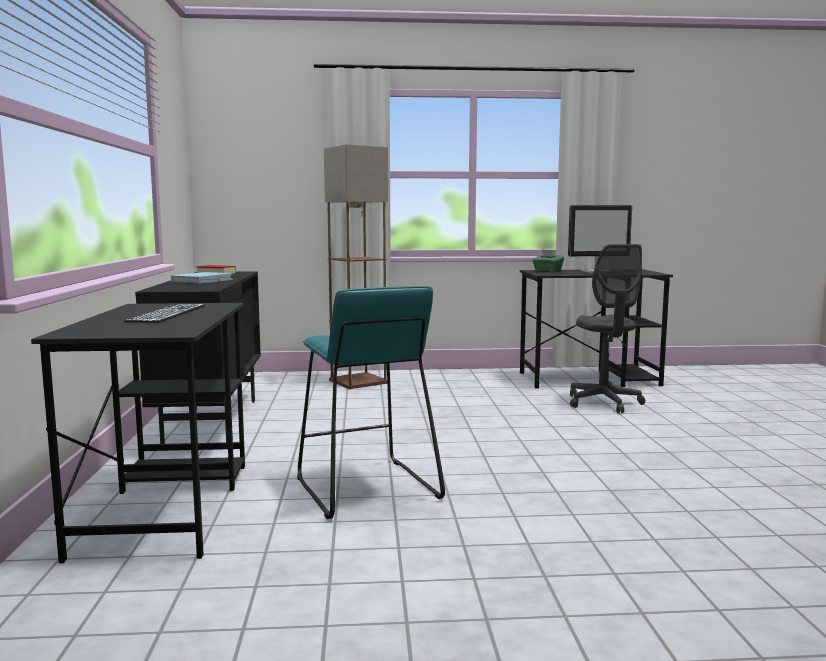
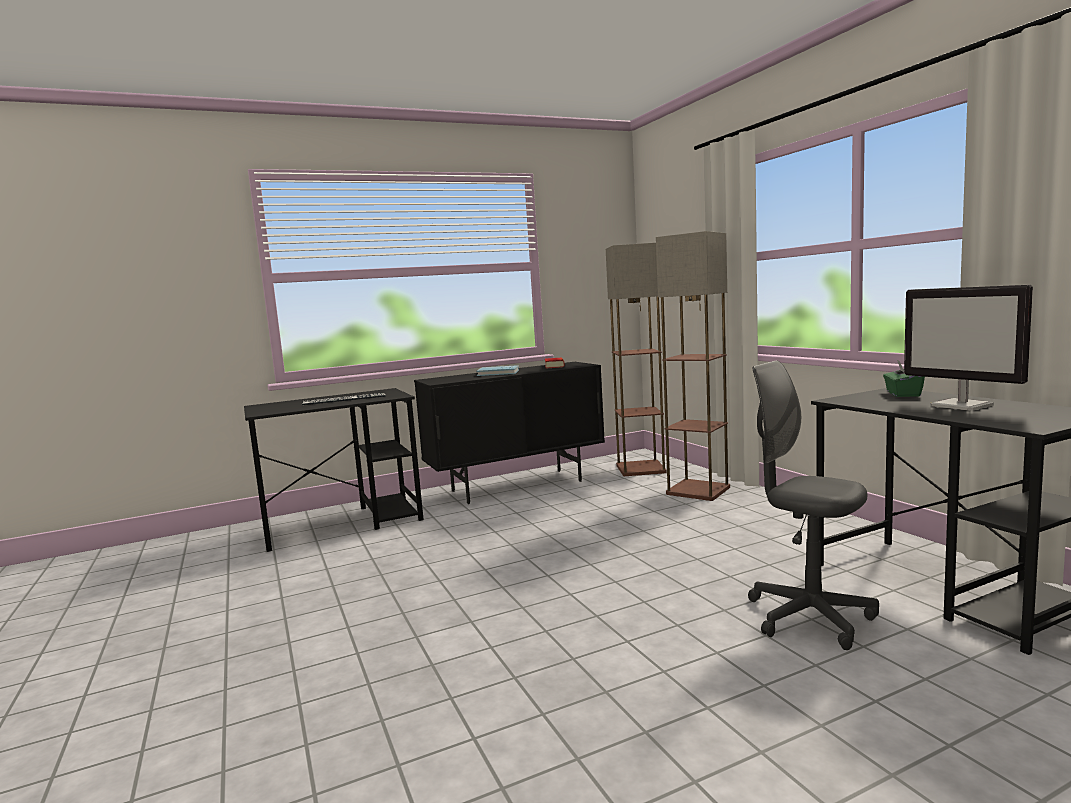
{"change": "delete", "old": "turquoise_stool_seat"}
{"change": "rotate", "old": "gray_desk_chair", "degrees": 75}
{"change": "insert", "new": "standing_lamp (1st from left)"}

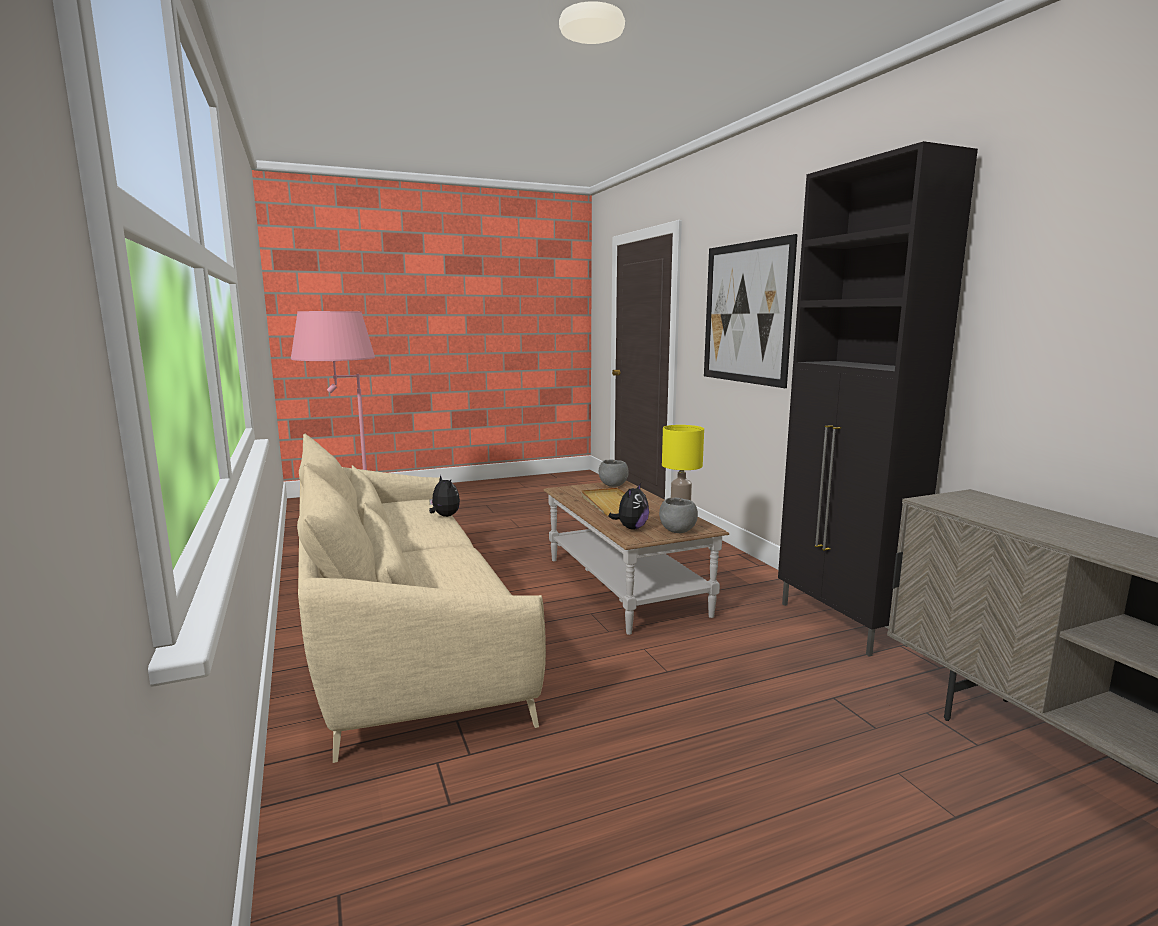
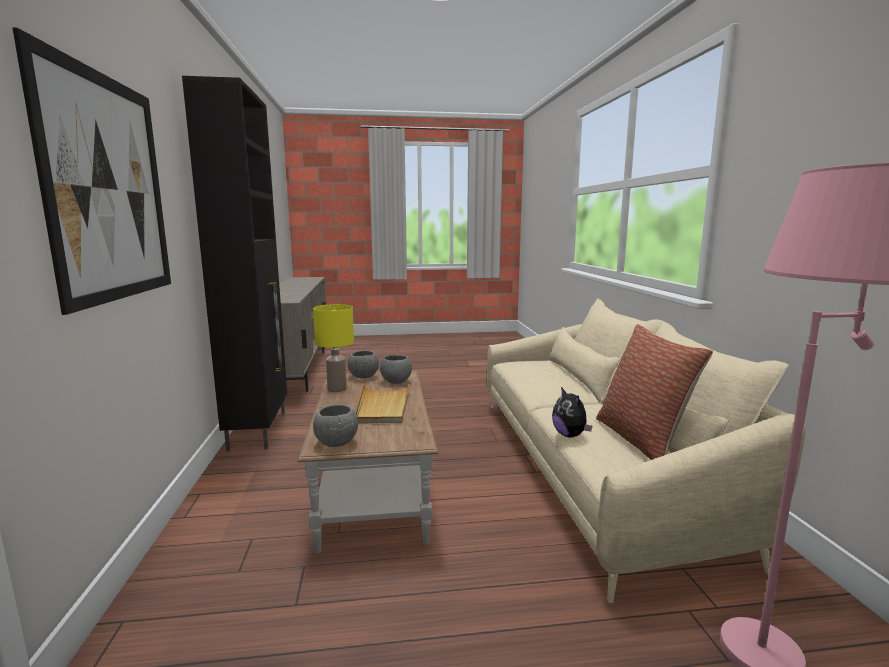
{"change": "replace", "old": "cuddly_toy (2nd from left)", "new": "gray_deep_dish (3rd from left)"}
{"change": "insert", "new": "cushion"}

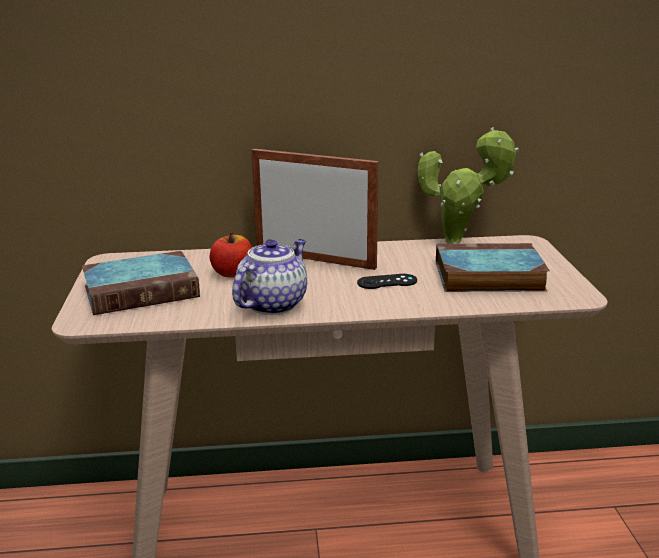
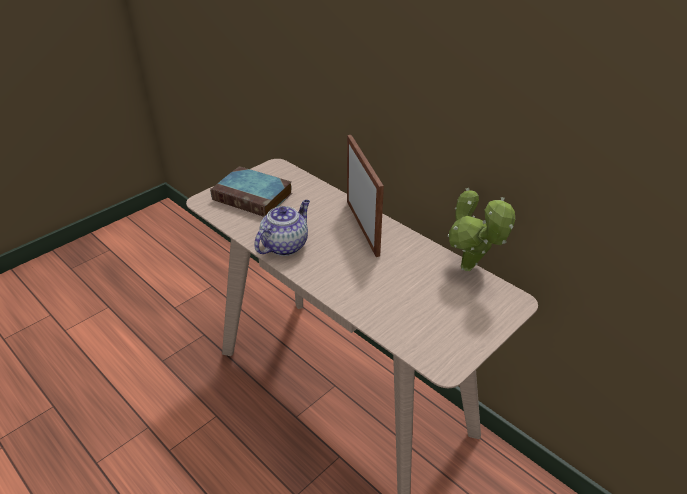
{"change": "delete", "old": "apple"}
{"change": "rotate", "old": "teapot", "degrees": -45}
{"change": "delete", "old": "blackish_joypad"}
{"change": "delete", "old": "book (2nd from left)"}

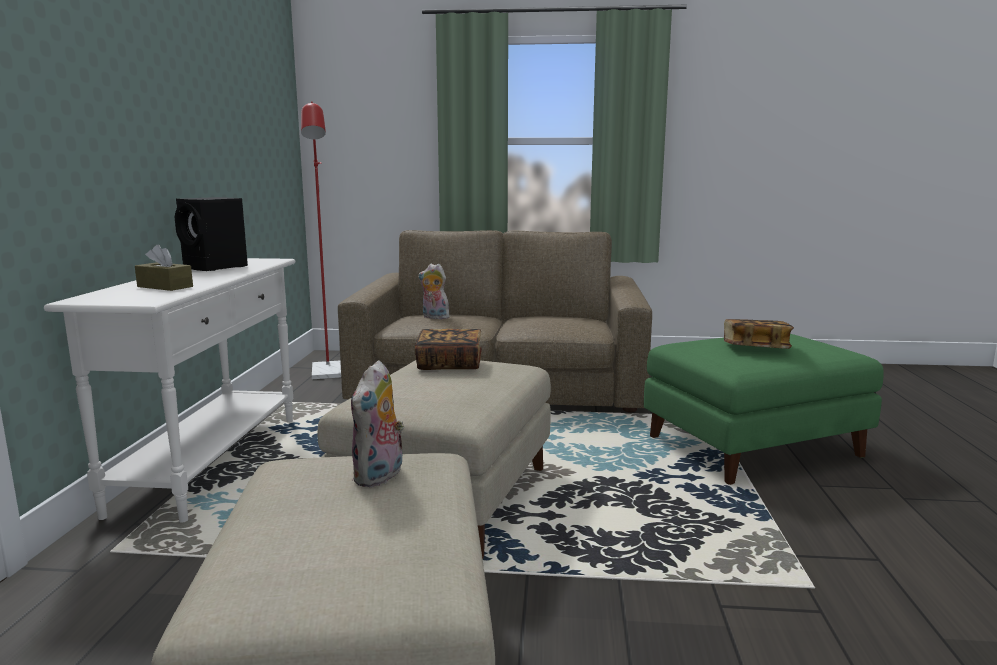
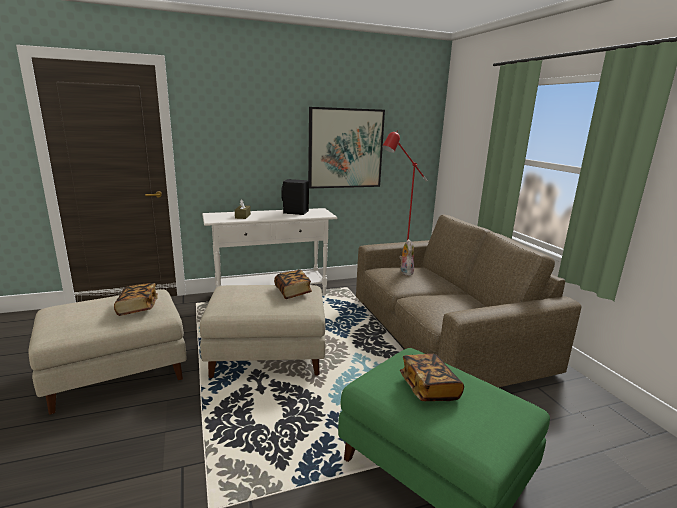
{"change": "replace", "old": "cuddly_toy (1st from left)", "new": "book (1st from left)"}
{"change": "insert", "new": "wall_picture"}

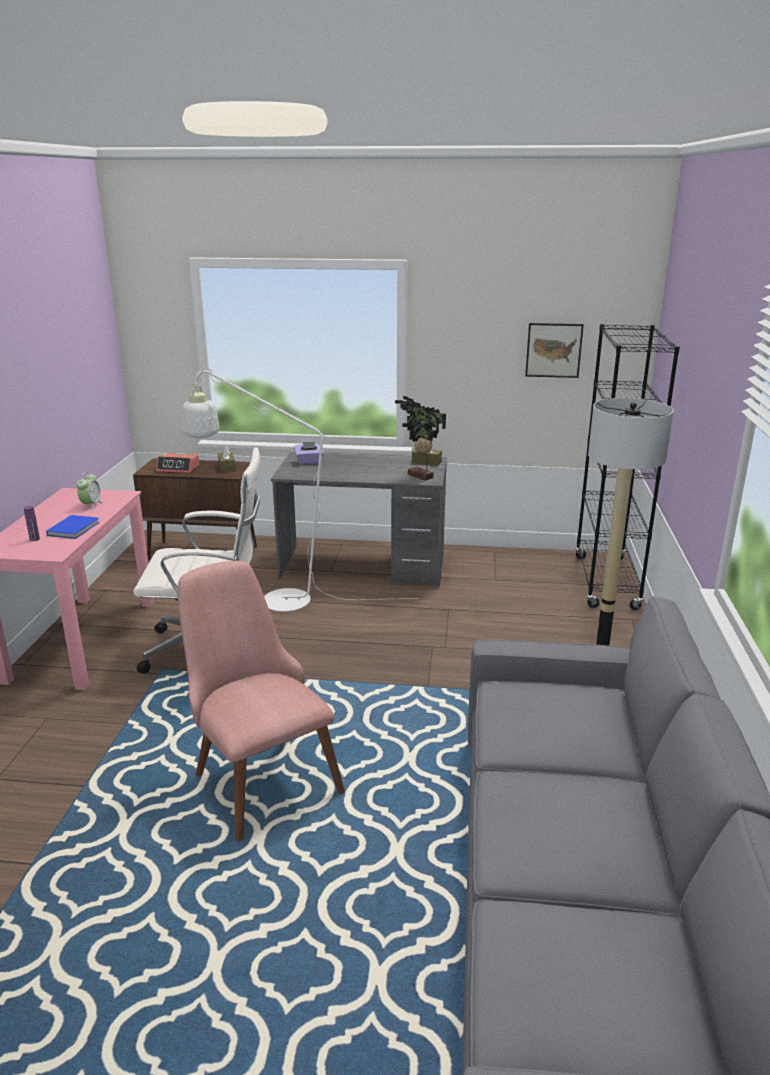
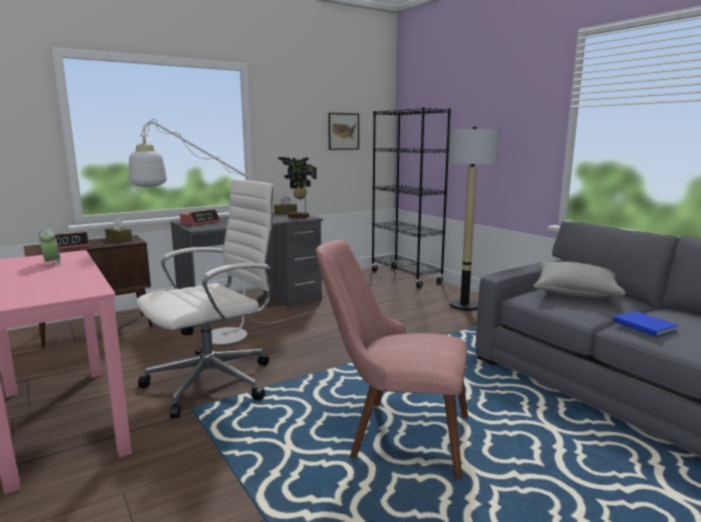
{"change": "delete", "old": "purple-coloured_bottle"}
{"change": "move", "old": "blue-coloured_book"}
{"change": "replace", "old": "purple-coloured_tissue_holder", "new": "bedside_clock (3rd from left)"}
{"change": "insert", "new": "gray_cushion"}

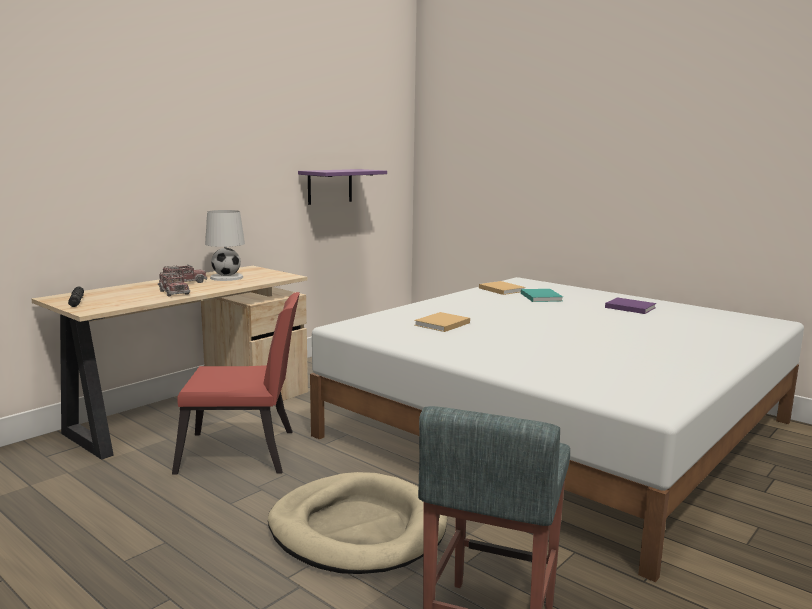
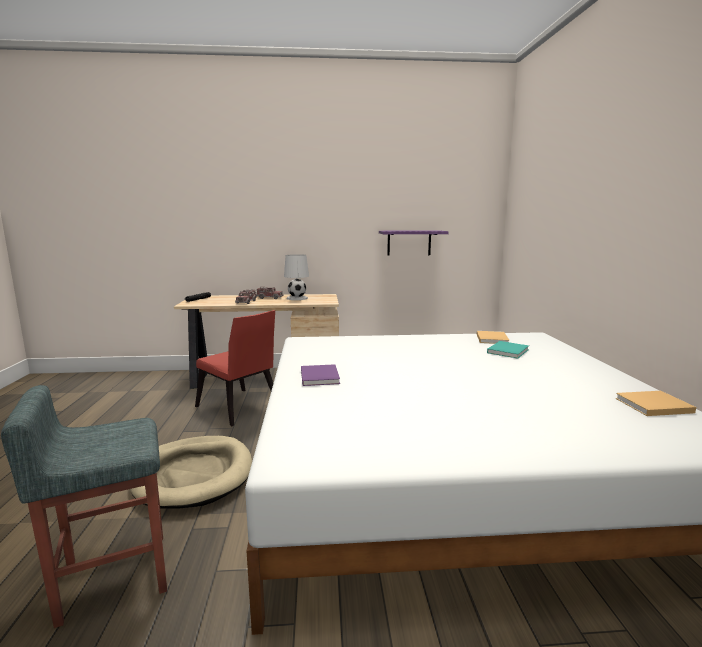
{"change": "move", "old": "sand-coloured_book (1st from left in the first image)", "new": "sand-coloured_book (2nd from left)"}
{"change": "move", "old": "purple-coloured_book"}

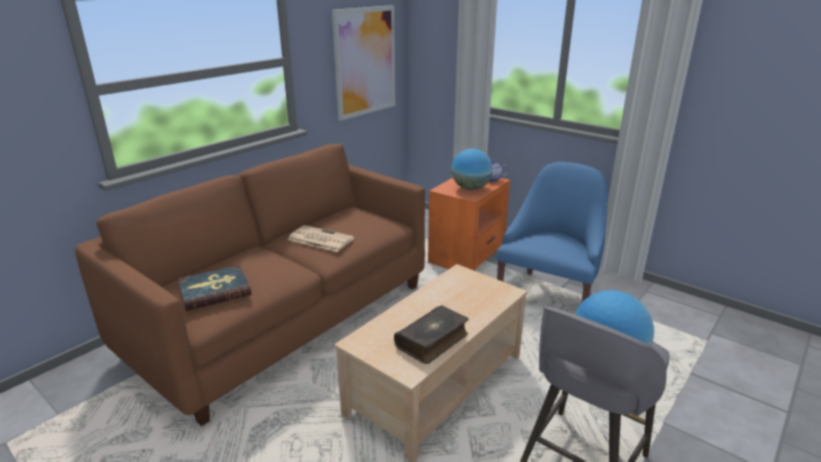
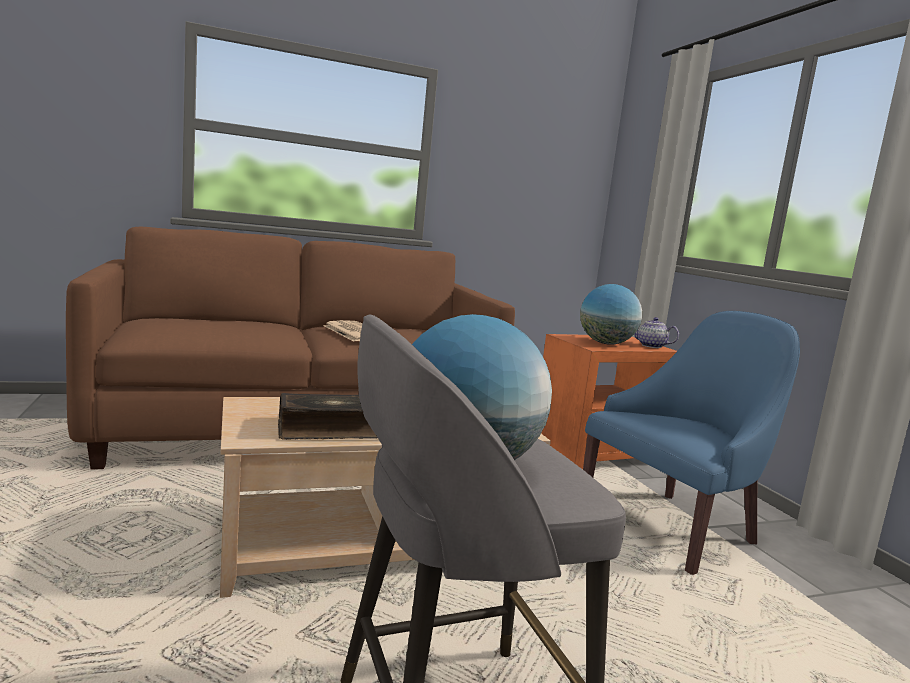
{"change": "delete", "old": "book (1st from left)"}
{"change": "delete", "old": "wall_picture"}

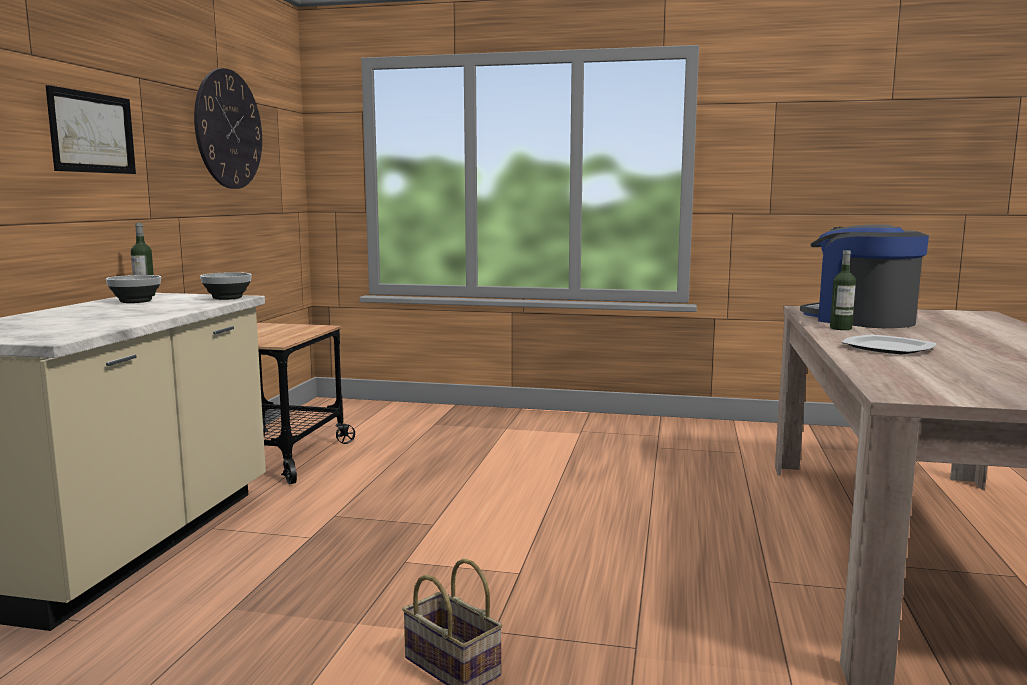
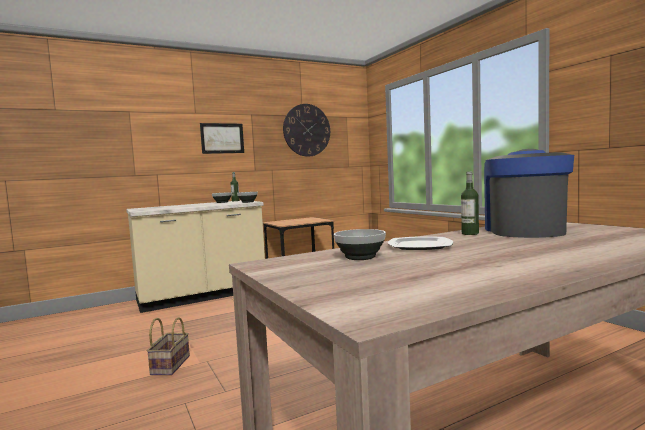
{"change": "insert", "new": "deep_dish (3rd from left)"}

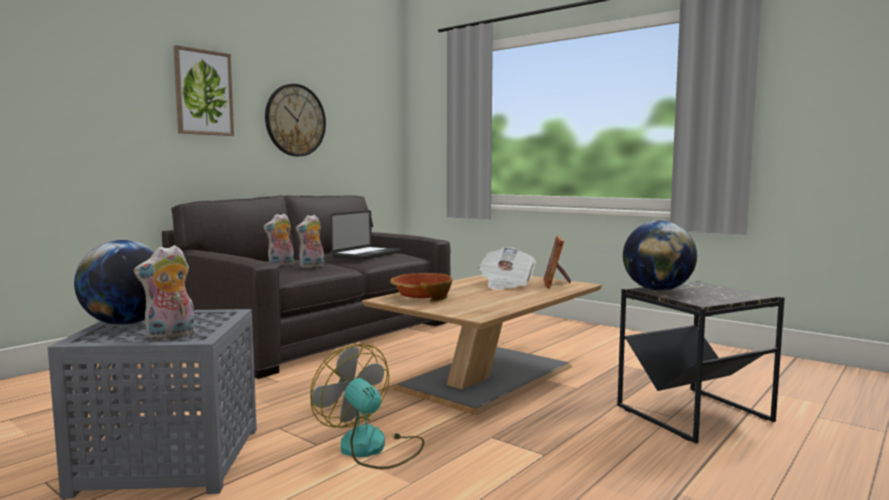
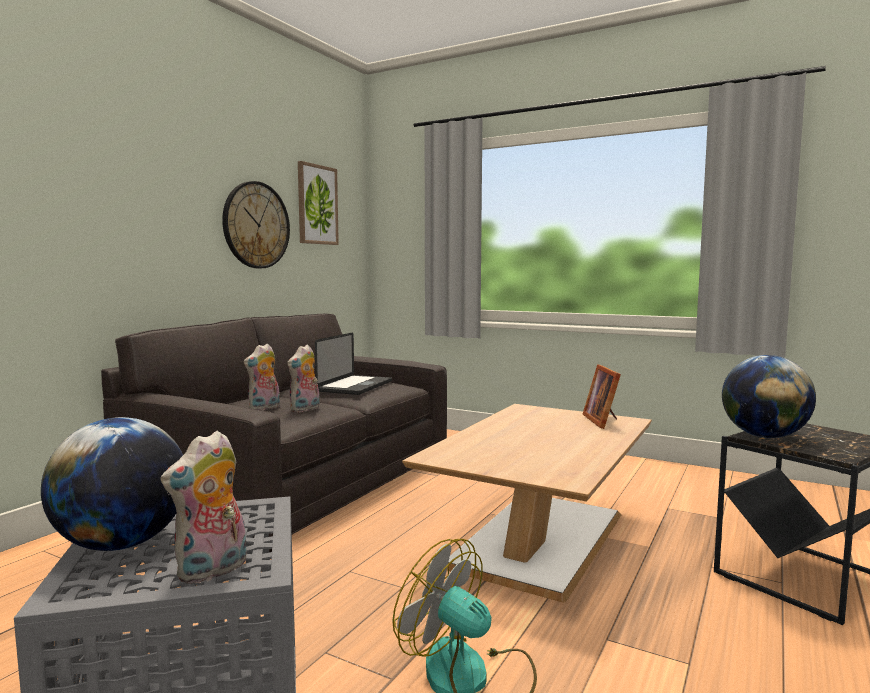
{"change": "move", "old": "wall_picture"}
{"change": "delete", "old": "deep_dish"}
{"change": "delete", "old": "printed_paper"}

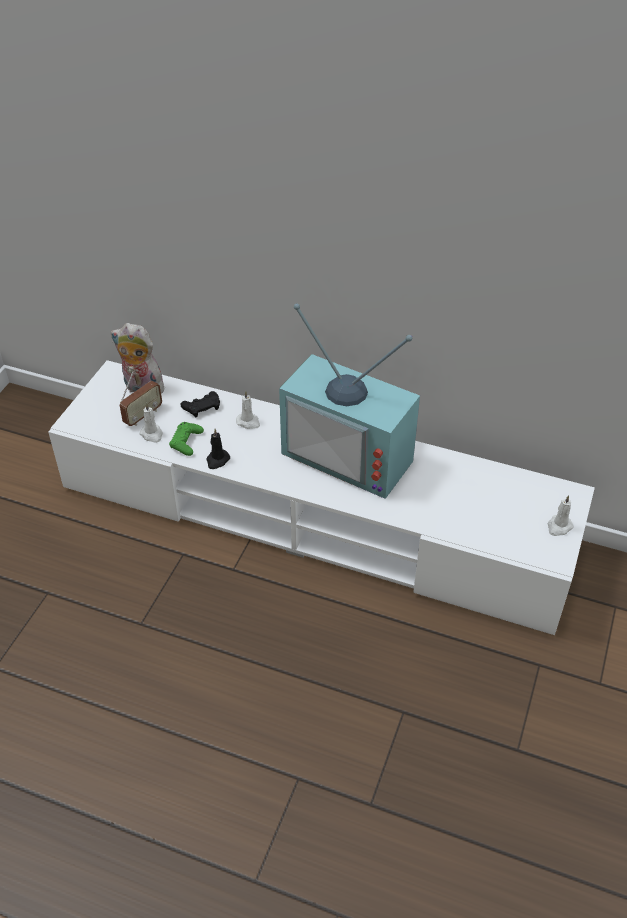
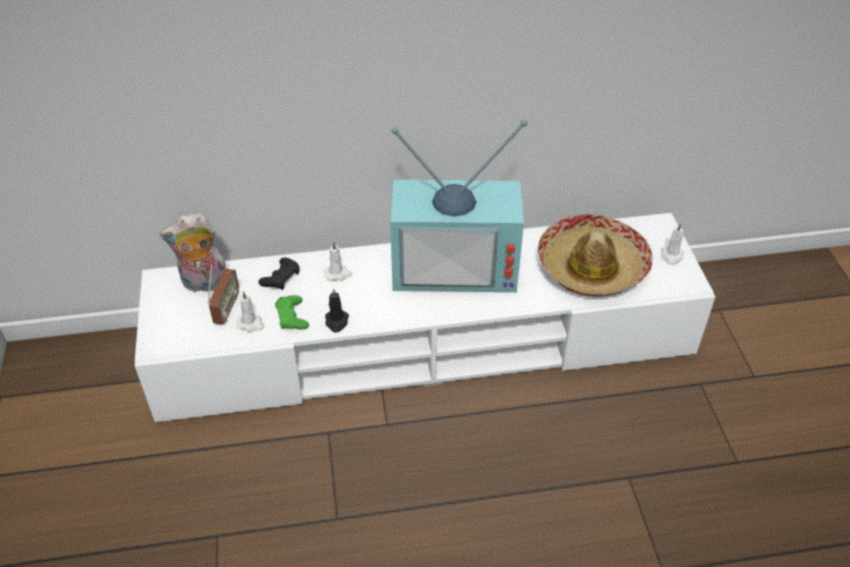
{"change": "insert", "new": "clothing_hat"}

